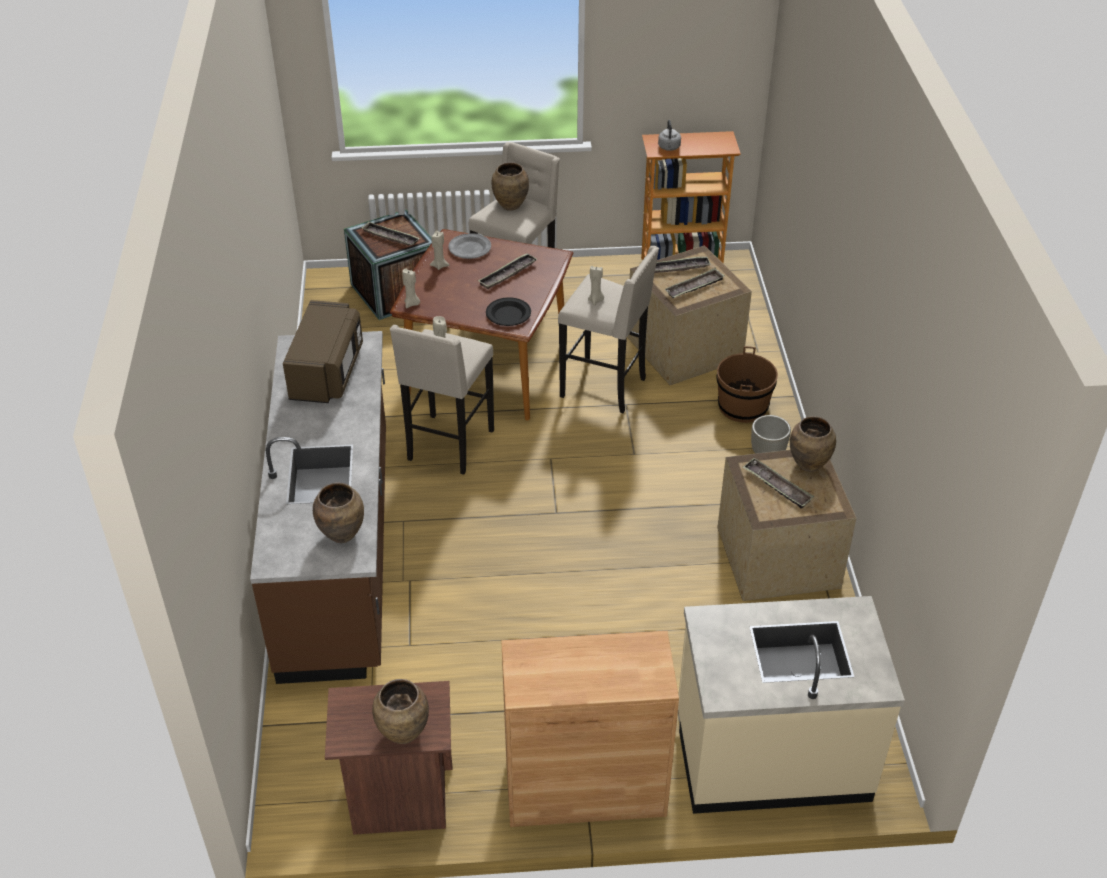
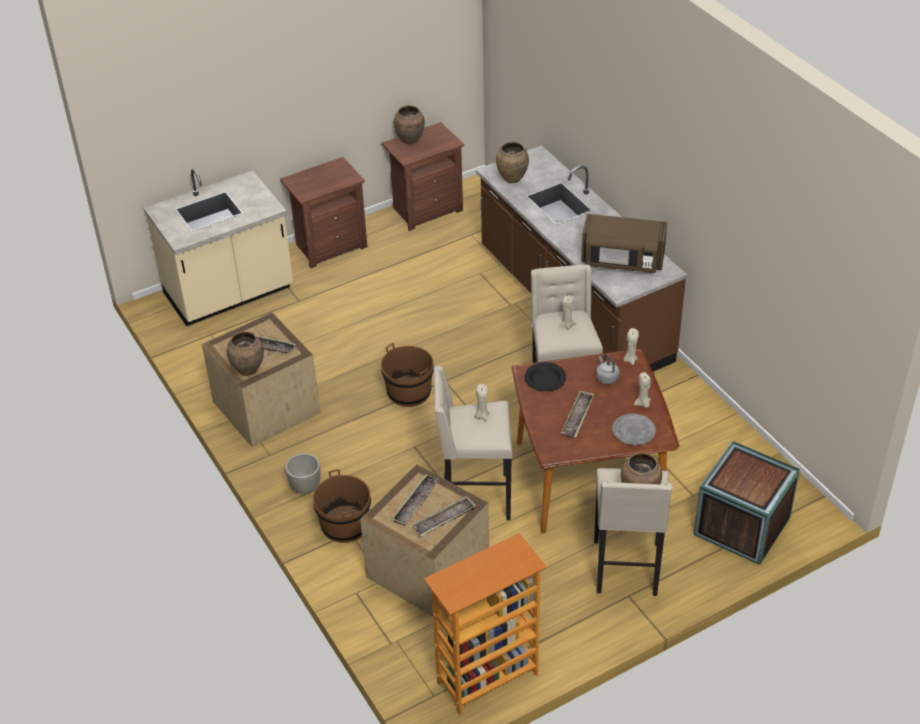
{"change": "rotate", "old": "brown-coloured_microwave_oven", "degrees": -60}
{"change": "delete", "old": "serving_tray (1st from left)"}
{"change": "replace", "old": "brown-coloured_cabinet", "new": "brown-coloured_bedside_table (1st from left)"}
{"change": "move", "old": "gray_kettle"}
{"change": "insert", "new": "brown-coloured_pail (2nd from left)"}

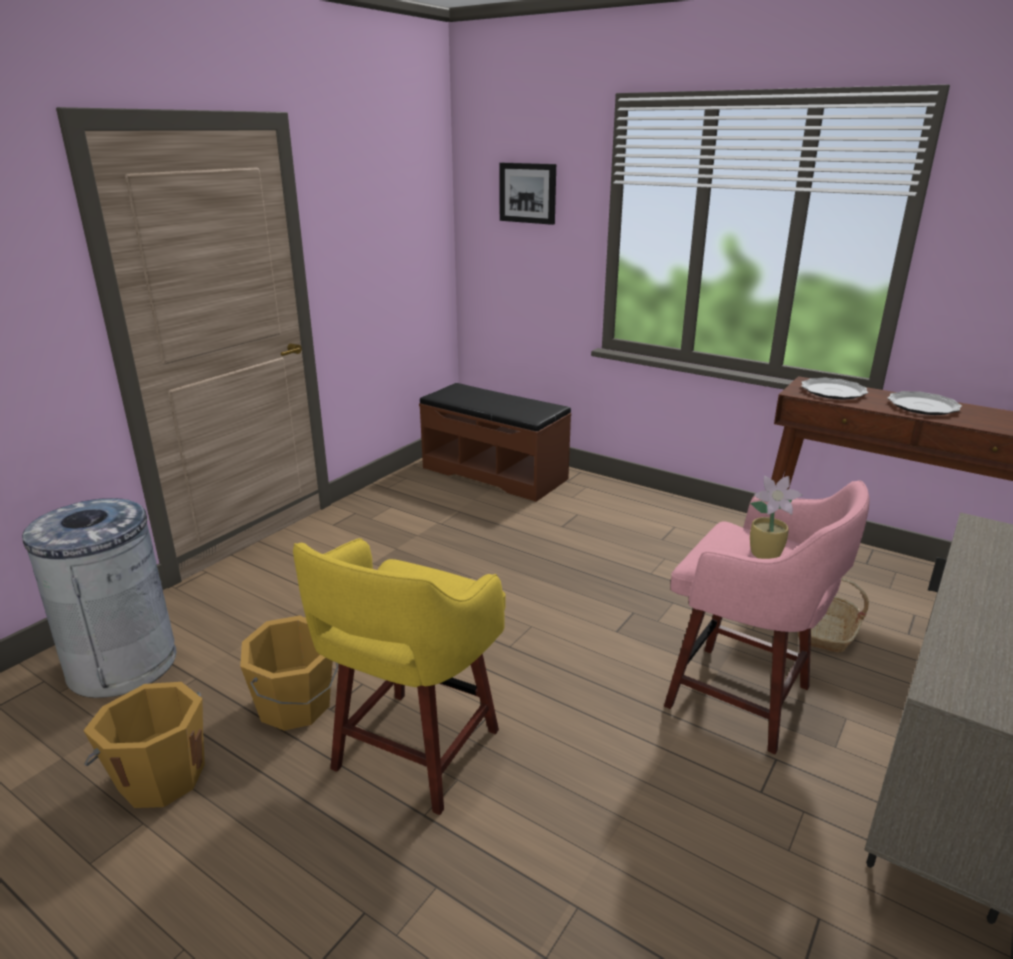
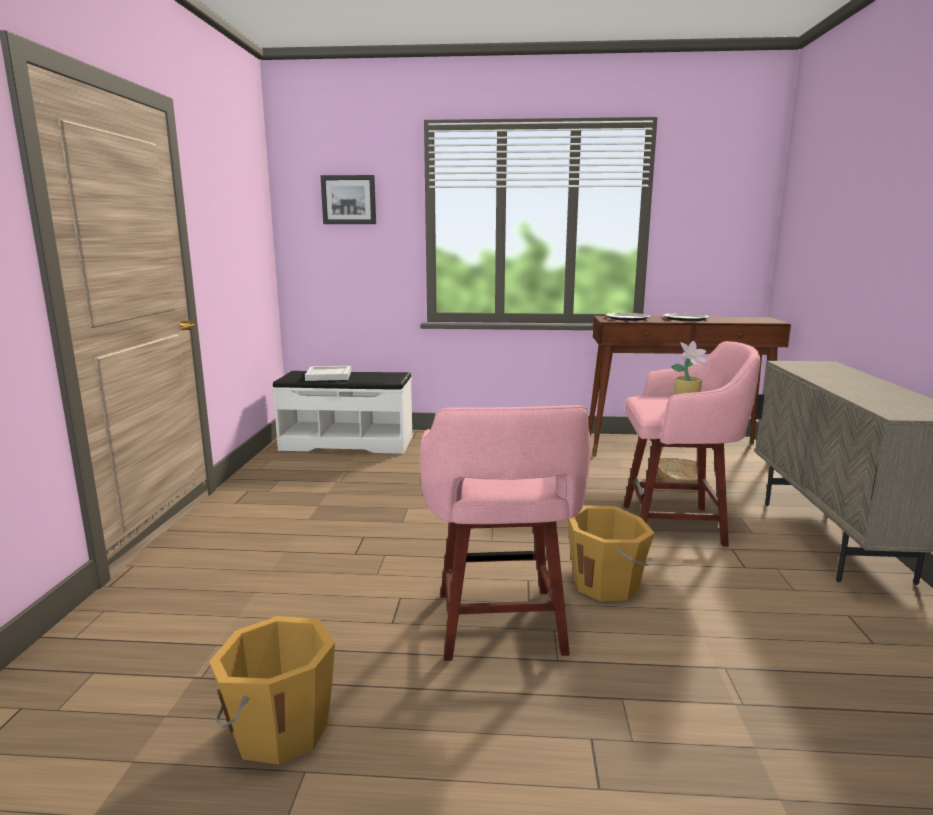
{"change": "delete", "old": "gray_trash_can"}
{"change": "move", "old": "orange_pail (2nd from left)"}
{"change": "recolor", "old": "yellow-coloured_stool_seat", "new": "pink_stool_seat (1st from left)"}
{"change": "recolor", "old": "brown-coloured_indoor_bench", "new": "white-coloured_indoor_bench"}
{"change": "insert", "new": "white-coloured_serving_tray"}

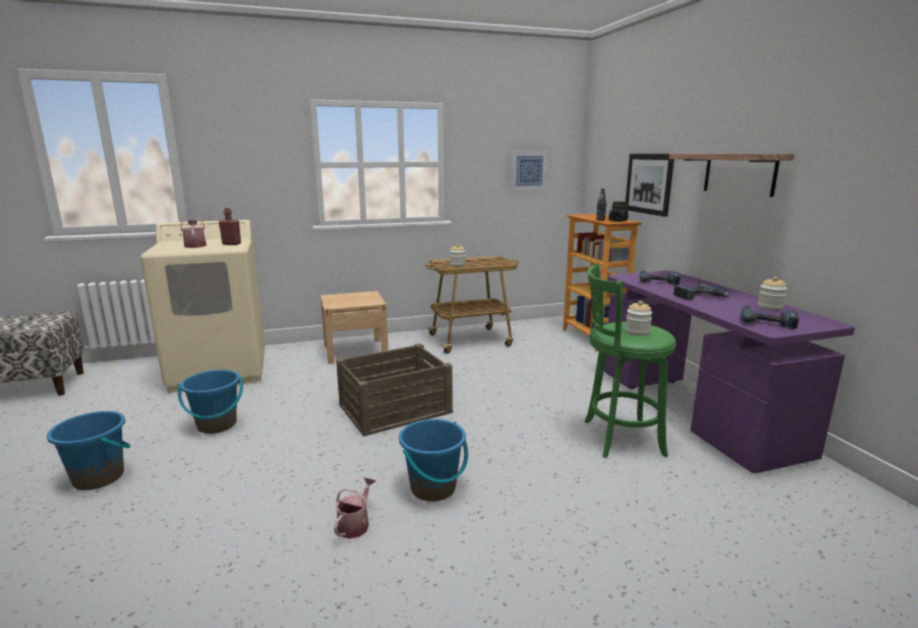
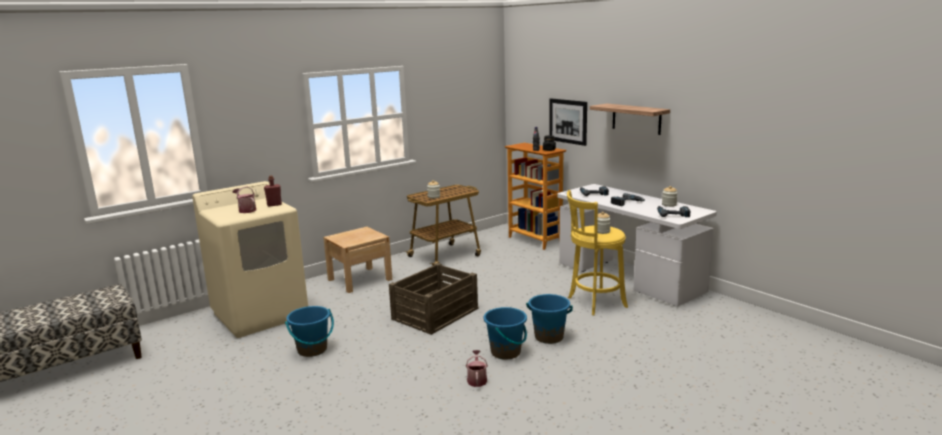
{"change": "move", "old": "blue-coloured_pail (1st from left in the first image)", "new": "blue-coloured_pail (3rd from left)"}
{"change": "delete", "old": "wall_picture (1st from left)"}
{"change": "recolor", "old": "green-coloured_stool_seat", "new": "yellow-coloured_stool_seat"}
{"change": "recolor", "old": "purple-coloured_desk_unit", "new": "white-coloured_desk_unit"}

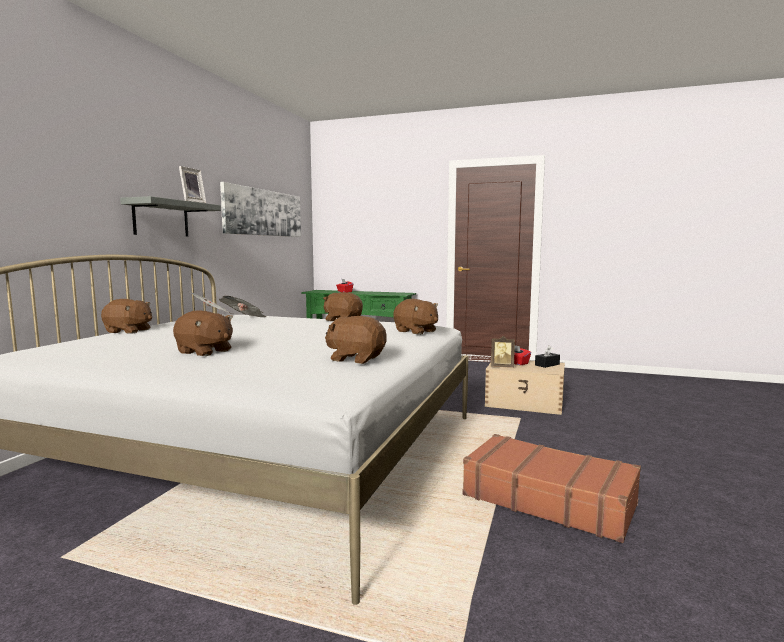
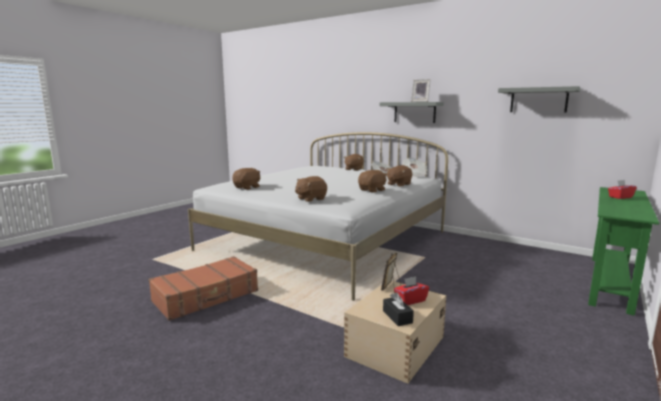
{"change": "move", "old": "brown-coloured_cuddly_toy (2nd from left in the first image)", "new": "brown-coloured_cuddly_toy (5th from left)"}
{"change": "replace", "old": "wall_picture", "new": "gray_bracket_shelf (2nd from left)"}

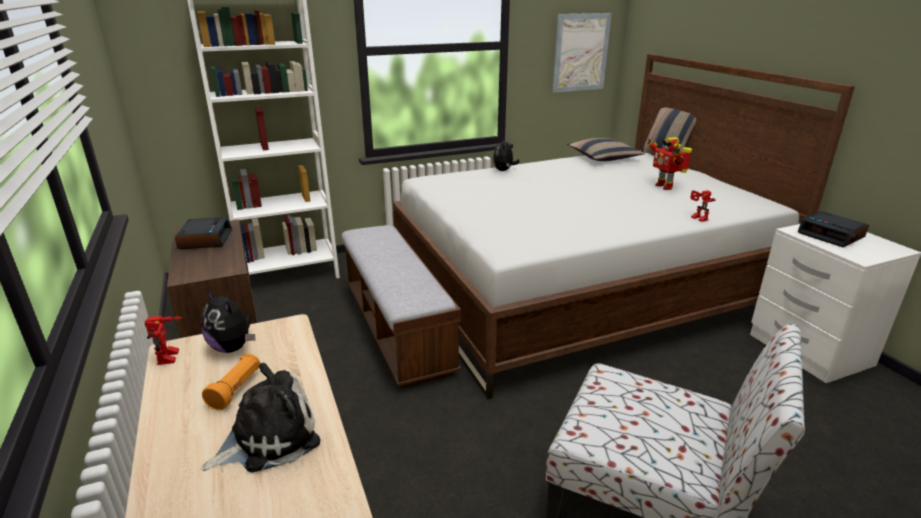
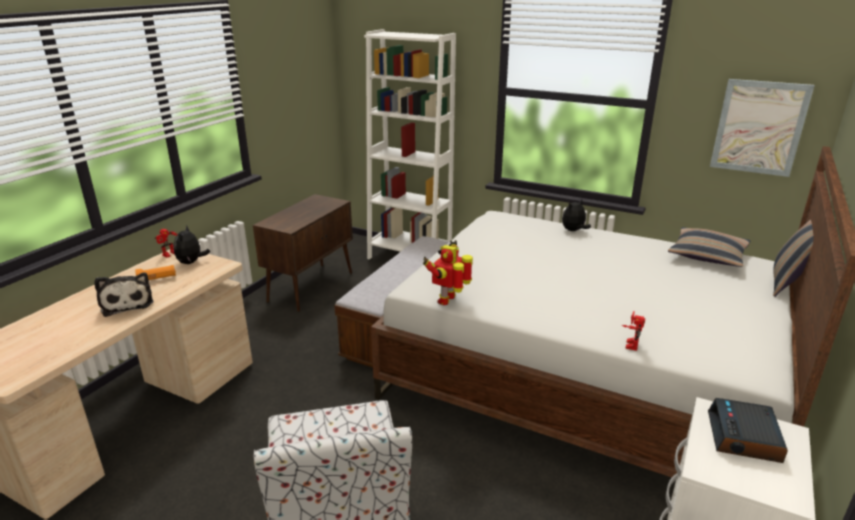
{"change": "delete", "old": "bedside_clock (1st from left)"}
{"change": "rotate", "old": "cuddly_toy (2nd from left in the first image)", "degrees": 45}
{"change": "move", "old": "toy_robot (2nd from left)"}

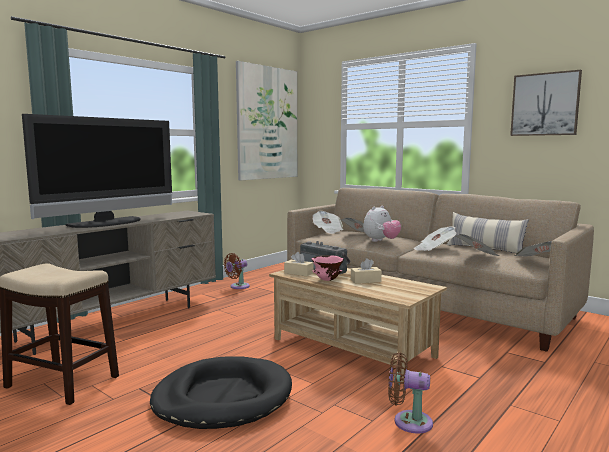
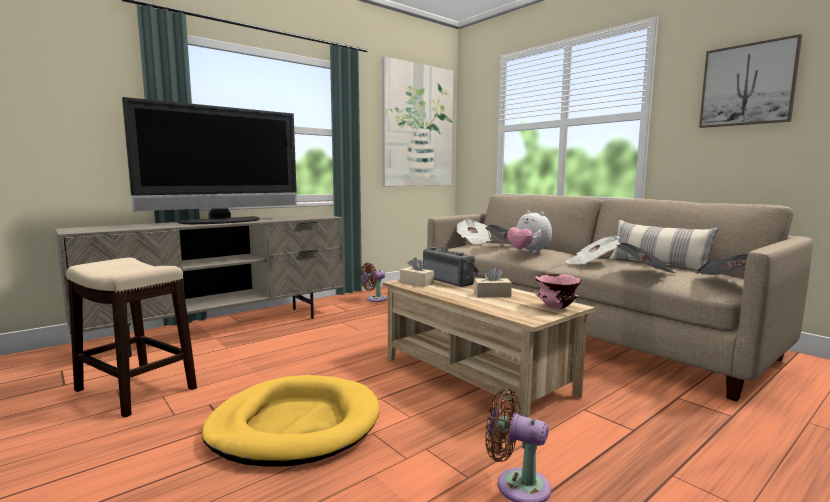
{"change": "recolor", "old": "blackish_dog_cushion", "new": "yellow-coloured_dog_cushion"}
{"change": "move", "old": "pink_deep_dish"}
{"change": "rotate", "old": "cuddly_toy", "degrees": 90}

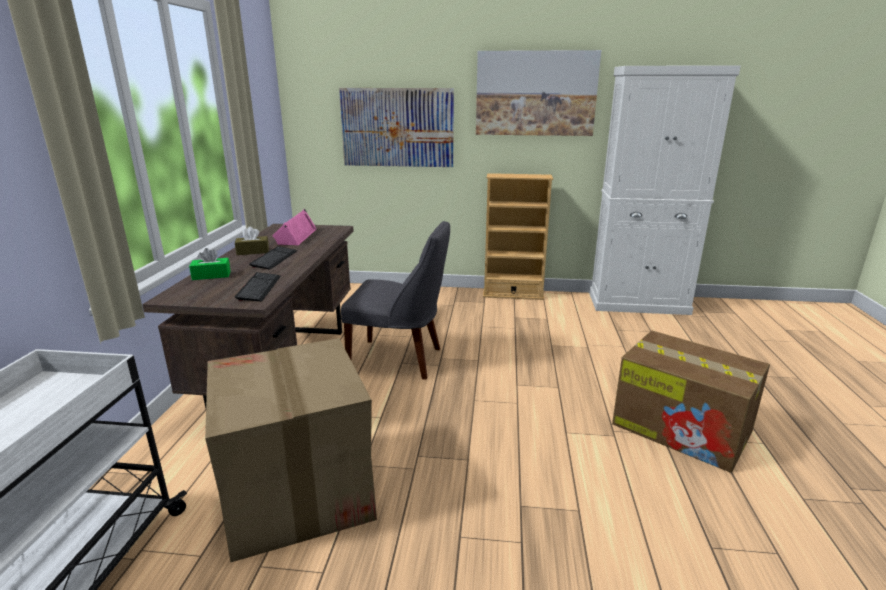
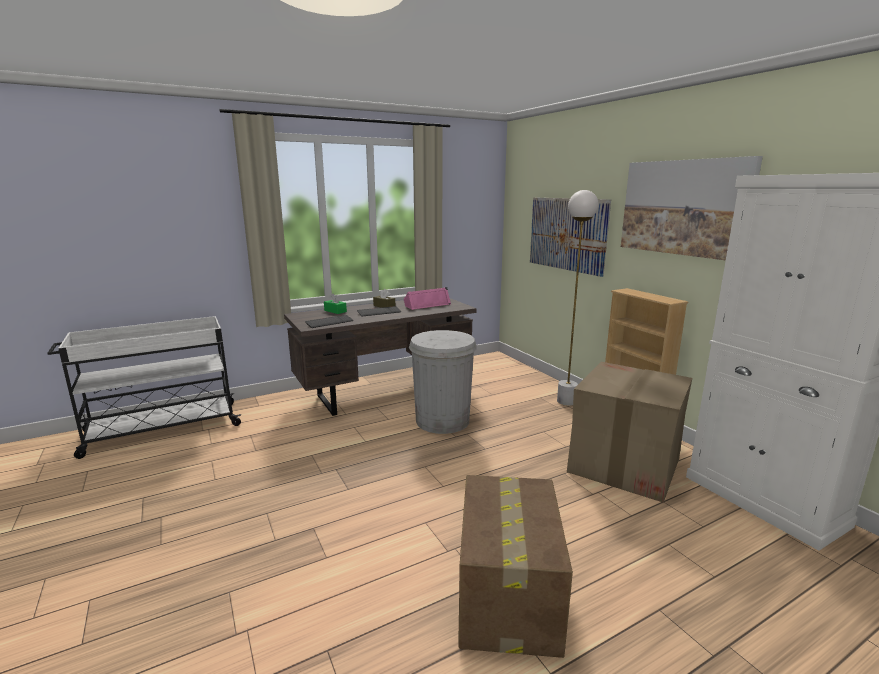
{"change": "move", "old": "carton (1st from left in the first image)", "new": "carton (2nd from left)"}
{"change": "replace", "old": "gray_plain_chair", "new": "white-coloured_trash_can"}
{"change": "insert", "new": "white-coloured_standing_lamp"}

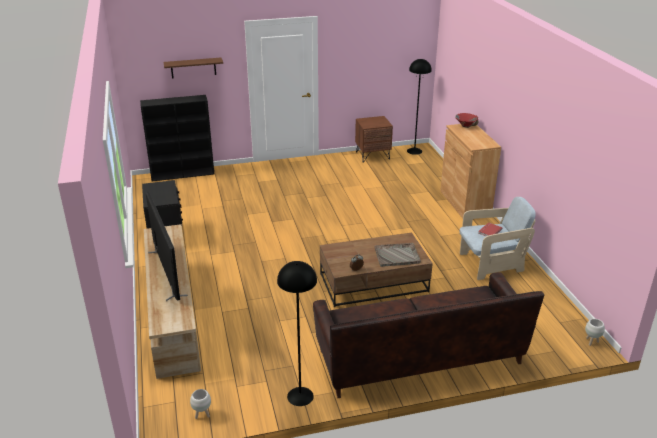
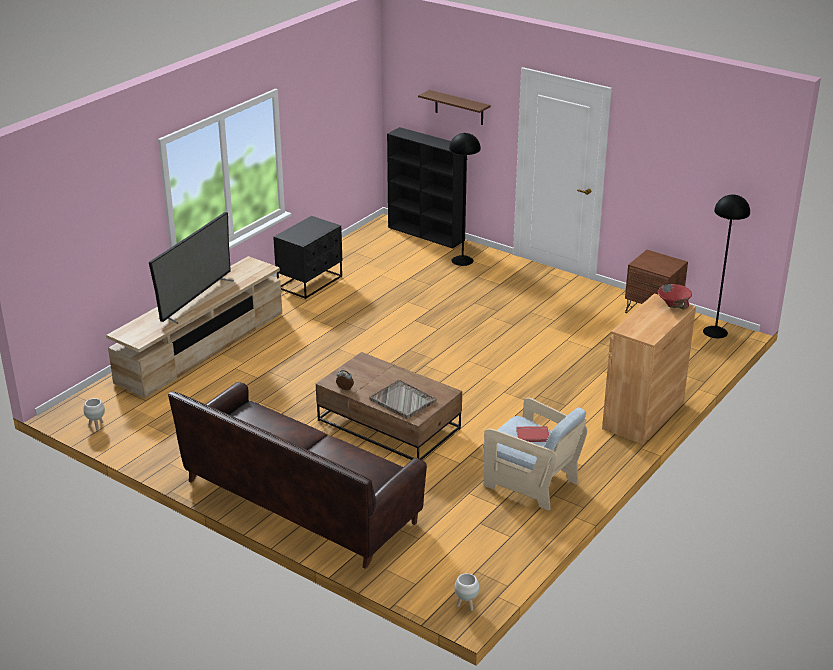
{"change": "move", "old": "blackish_standing_lamp (1st from left)"}

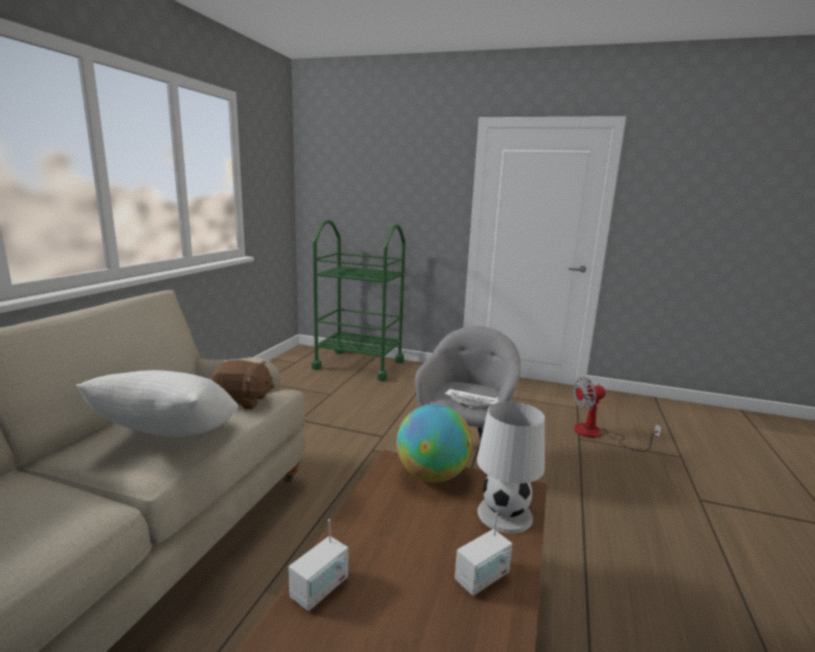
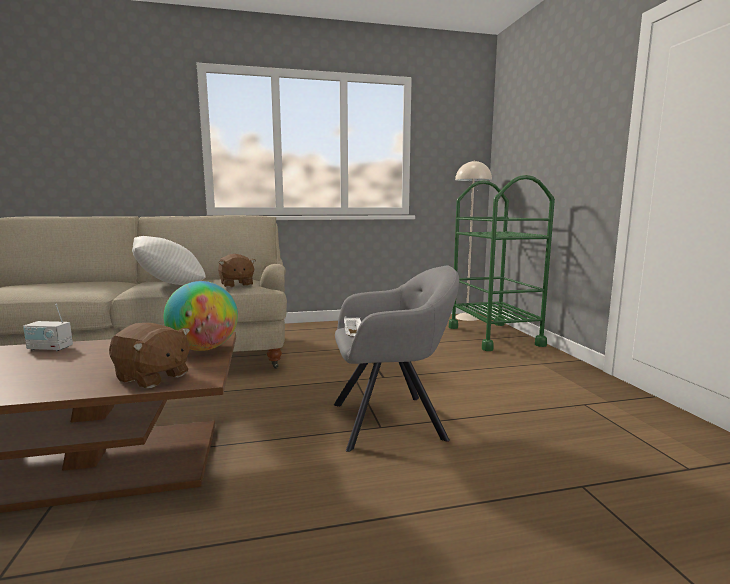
{"change": "delete", "old": "radio_receiver (2nd from left)"}
{"change": "replace", "old": "white-coloured_tabletop_lamp", "new": "brown-coloured_cuddly_toy (1st from left)"}
{"change": "delete", "old": "fan"}
{"change": "insert", "new": "sand-coloured_standing_lamp"}

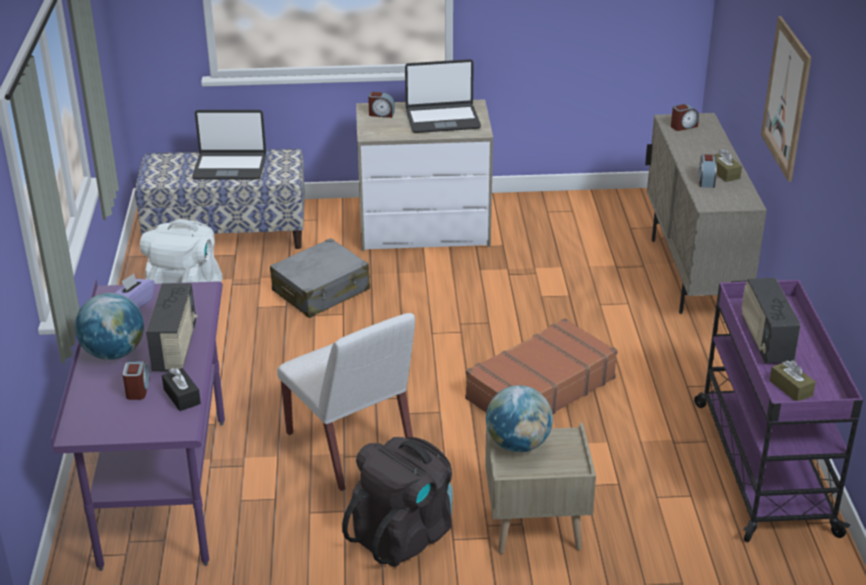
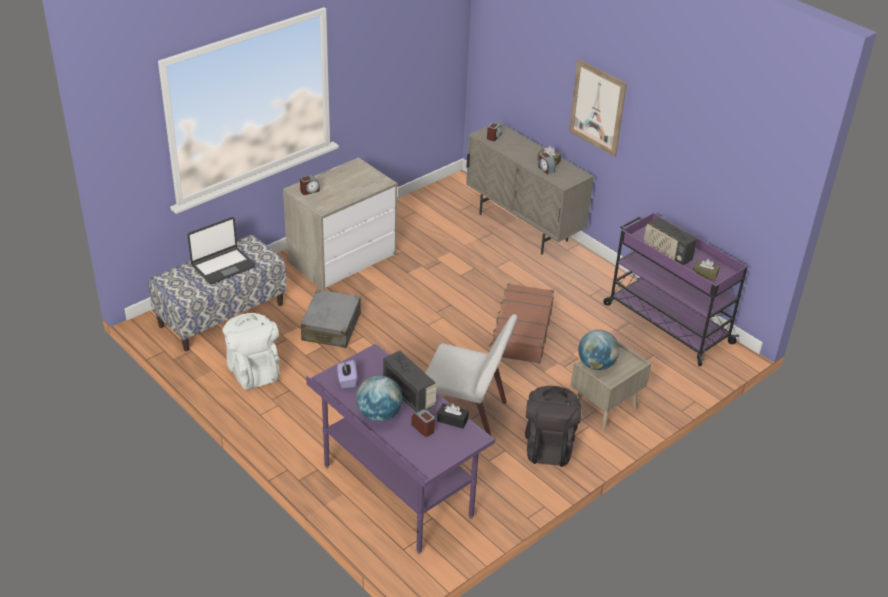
{"change": "delete", "old": "laptop (2nd from left)"}

